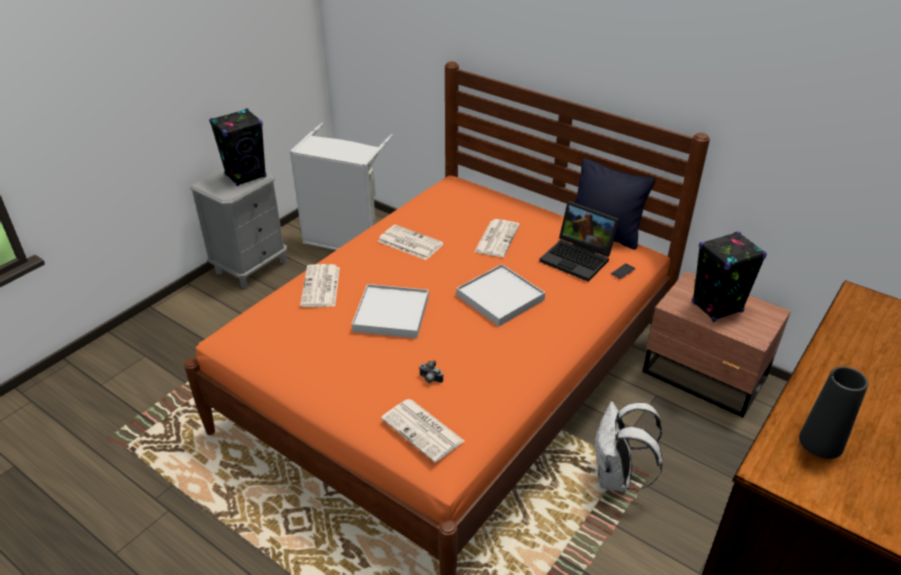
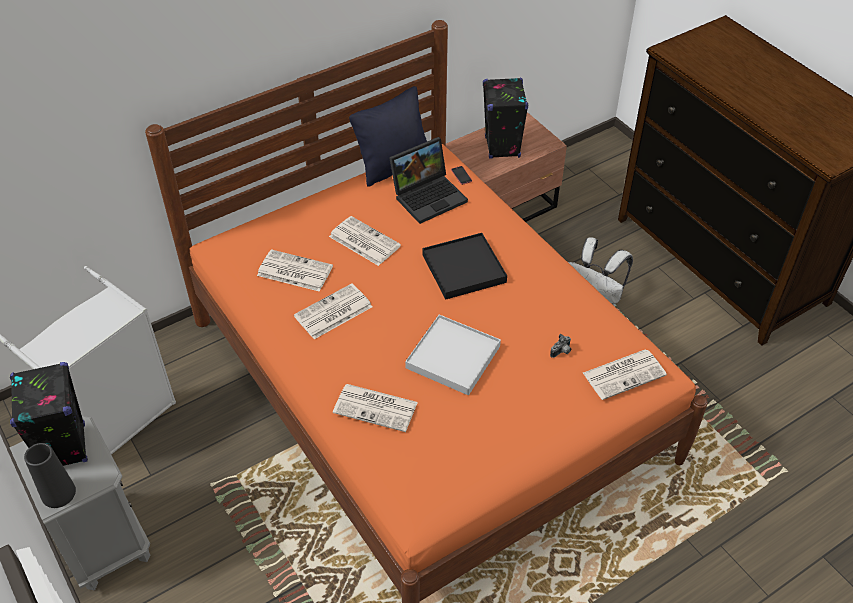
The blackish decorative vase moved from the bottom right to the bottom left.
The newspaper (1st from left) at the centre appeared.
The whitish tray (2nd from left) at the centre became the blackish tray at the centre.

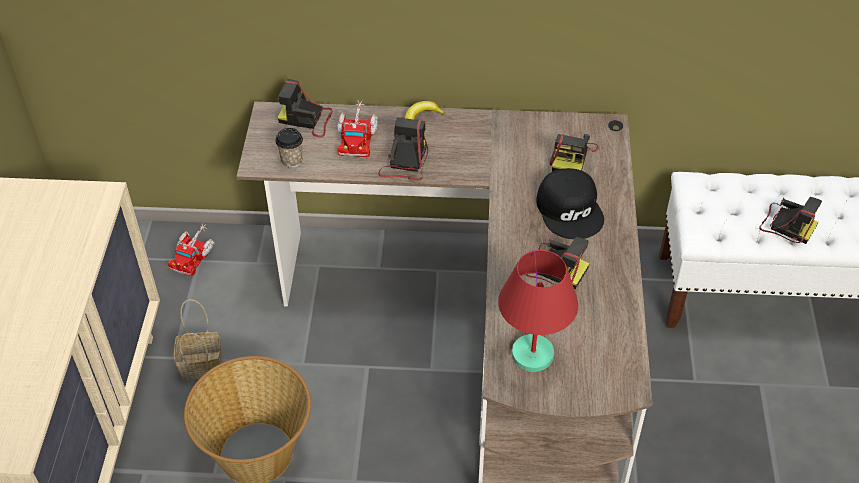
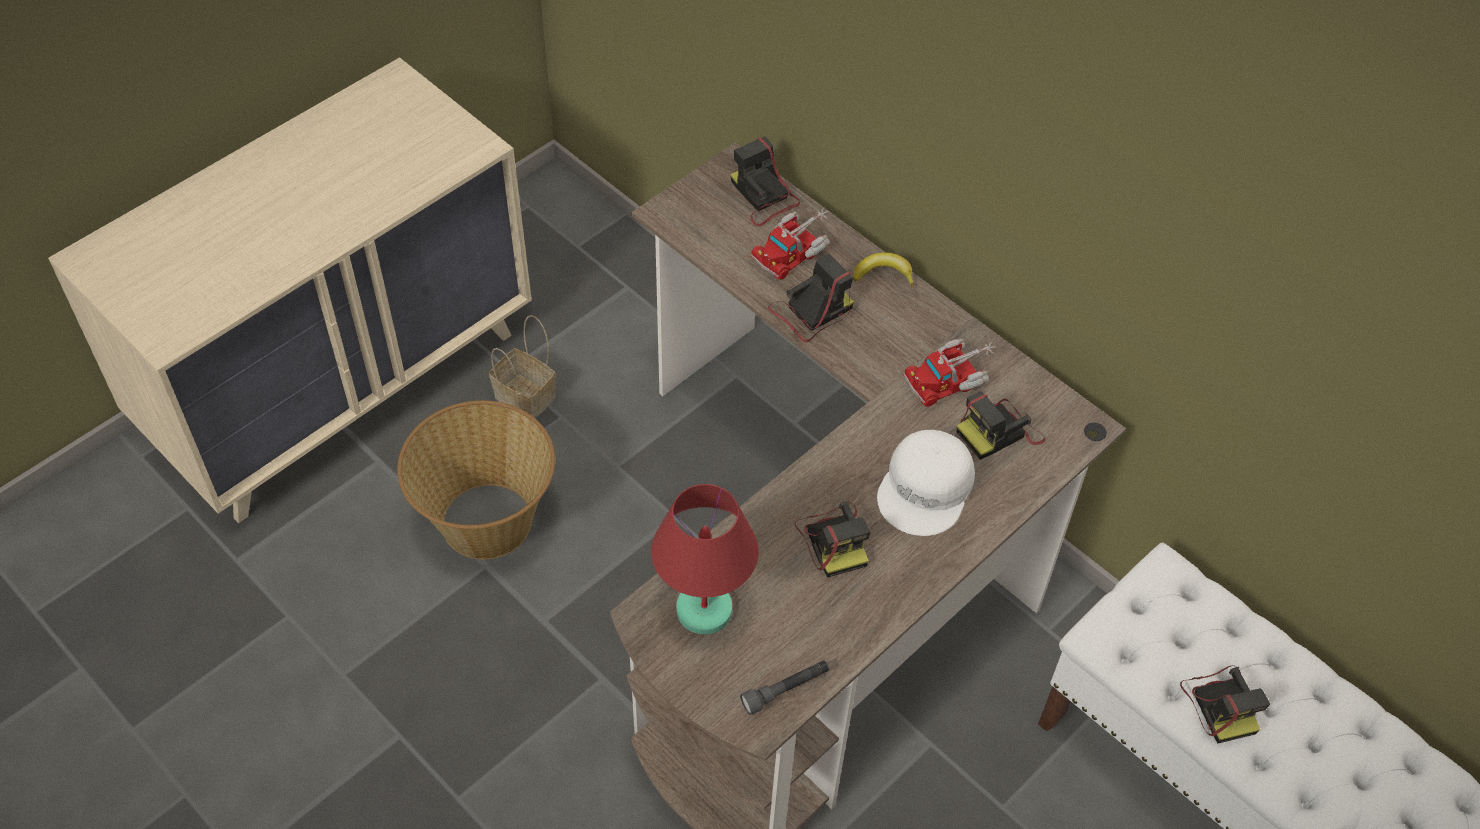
The grey torch at the bottom centre appeared.
The blackish peaked cap at the centre became the whitish peaked cap at the centre.
The toy lorry (1st from left in the first image) moved from the middle left to the centre.
The drinking cup at the top centre disappeared.

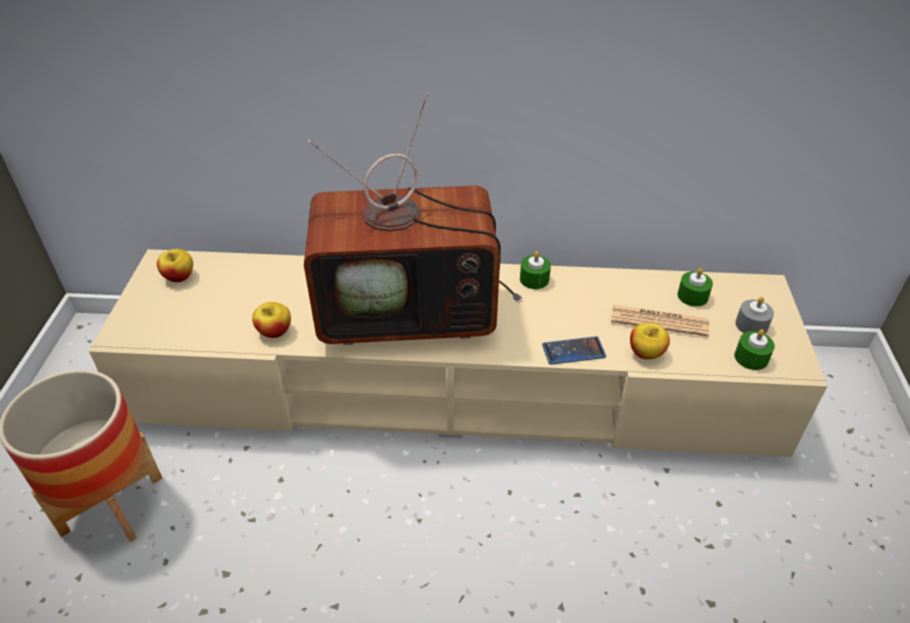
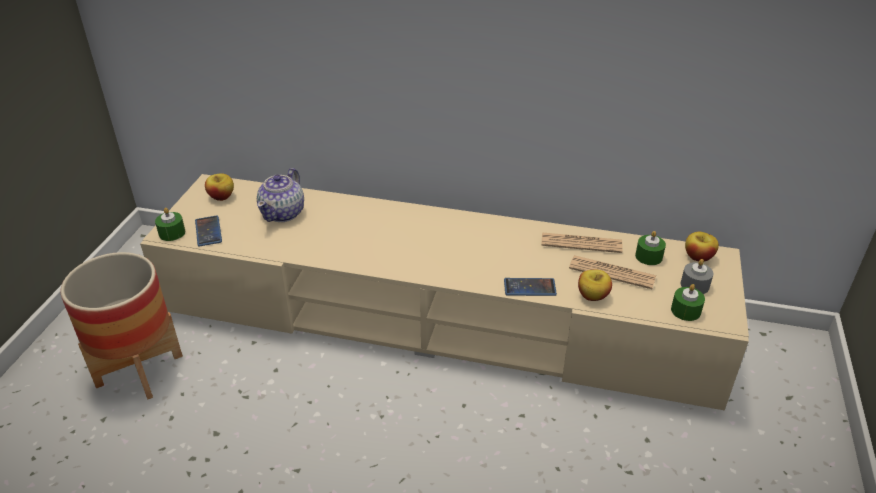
The greenish candle (1st from left) moved from the centre to the middle left.
The phone (1st from left) at the middle left appeared.
The pot for tea at the middle left appeared.
The newspaper (1st from left) at the centre appeared.
The apple fruit (2nd from left in the first image) moved from the middle left to the middle right.
The TV at the centre disappeared.

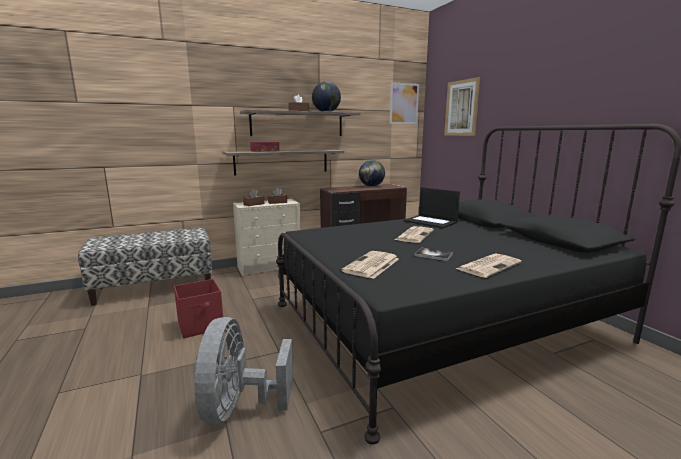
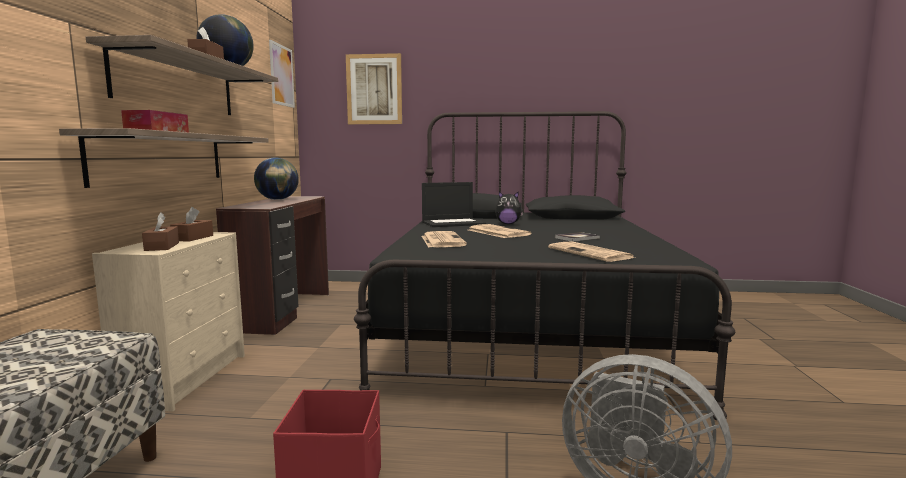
The newspaper (3rd from left in the first image) moved from the middle right to the centre.
The cuddly toy at the centre appeared.

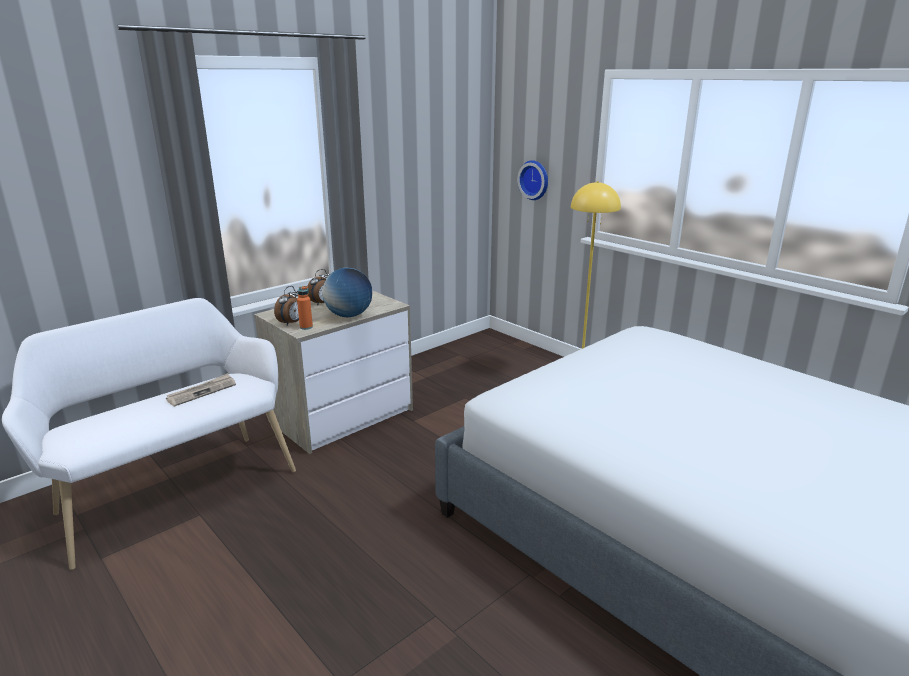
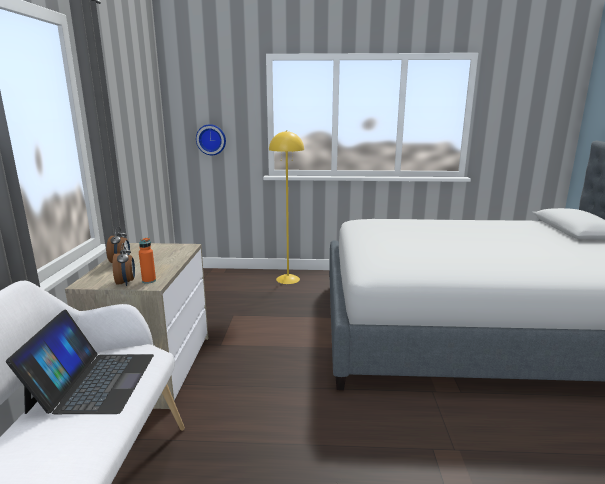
The newspaper at the middle left was replaced by the laptop at the bottom left.
The globe at the centre disappeared.

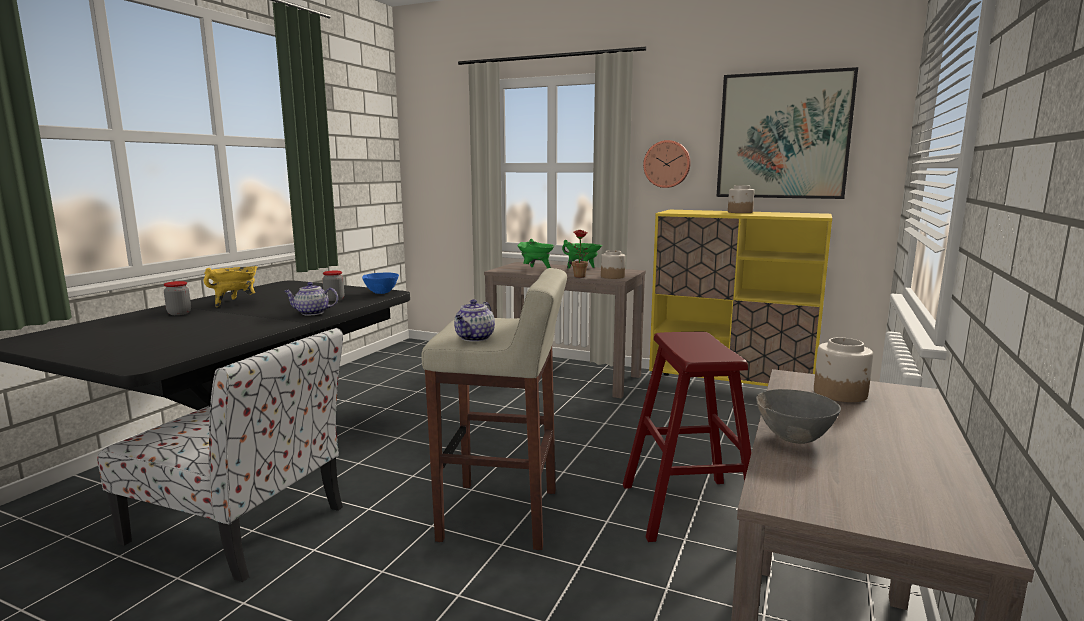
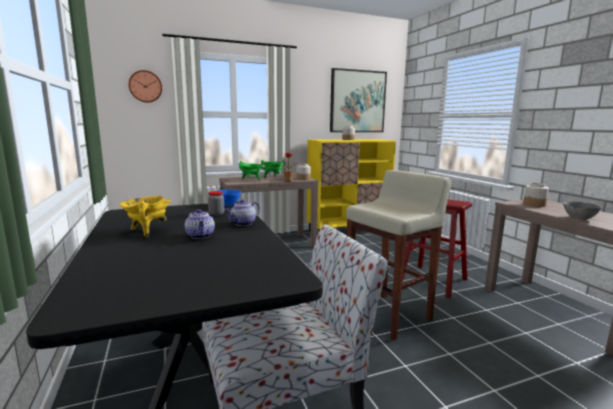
The wall clock moved from the top centre to the top left.
The pot for tea (2nd from left in the first image) moved from the centre to the middle left.
The jar (1st from left) at the middle left disappeared.

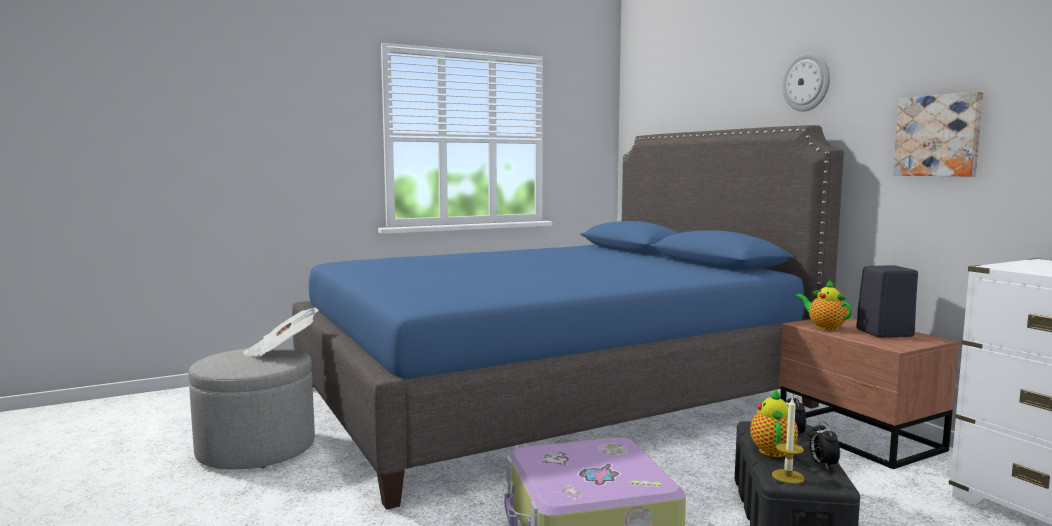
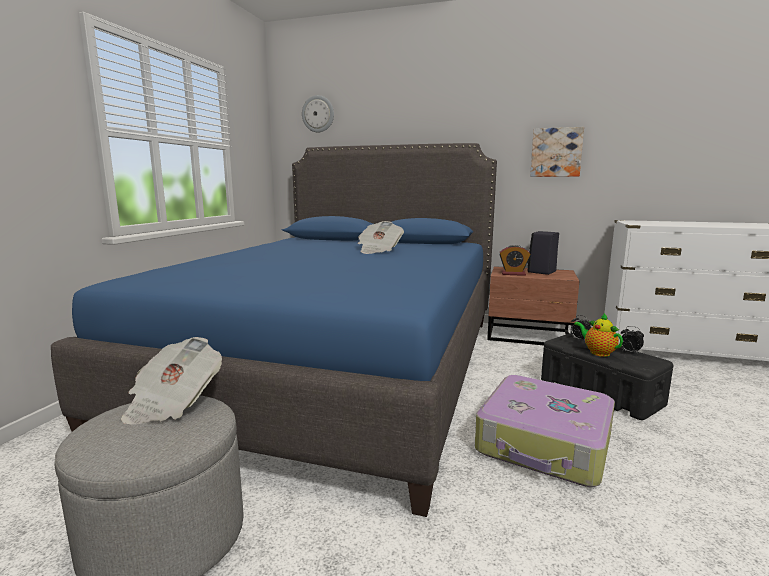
The wall clock moved from the top right to the top centre.
The newspaper (2nd from left) at the centre appeared.
The pot for tea (2nd from left) at the middle right was replaced by the table clock (1st from left) at the middle right.
The candle at the bottom right disappeared.

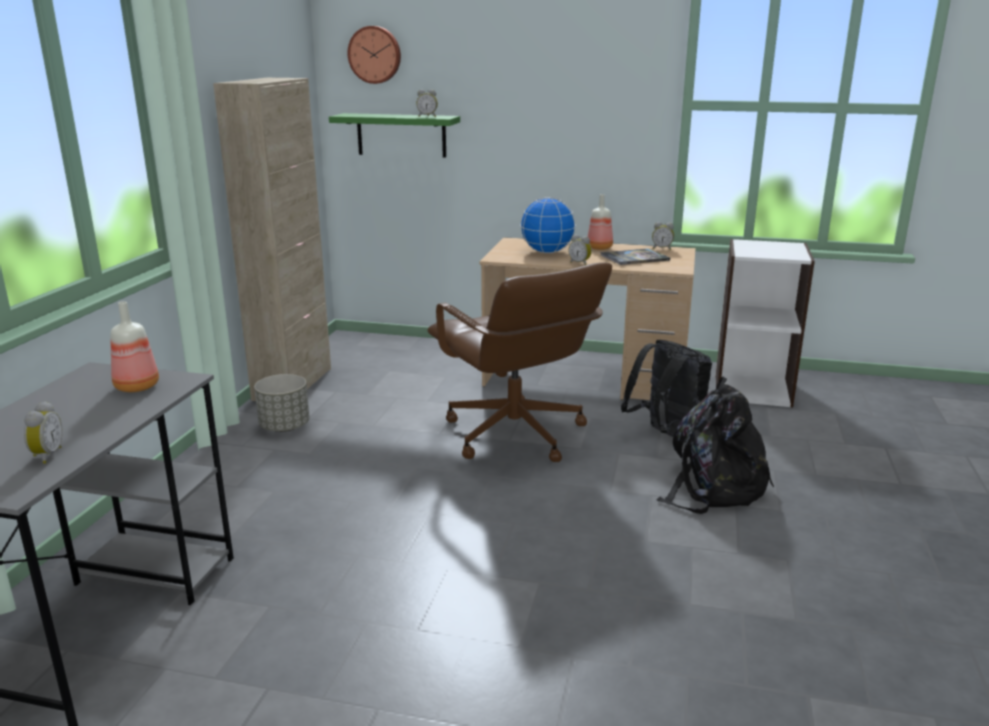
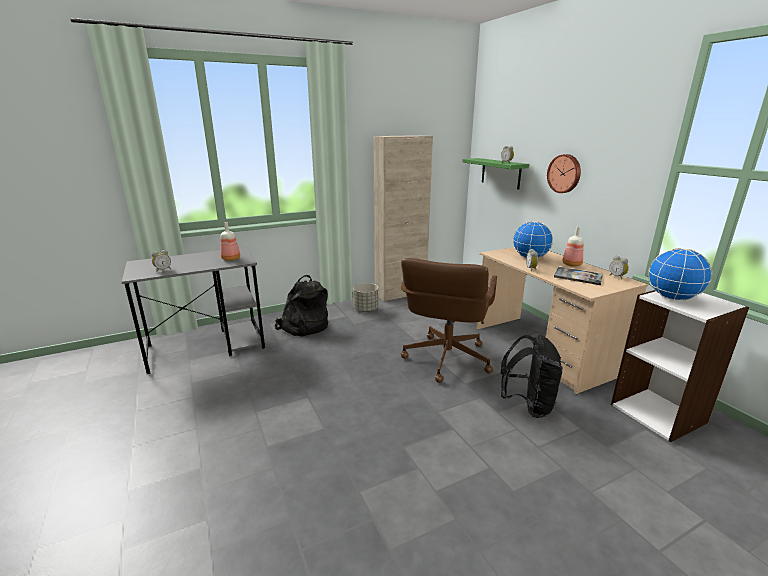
The blackish knapsack (2nd from left in the first image) moved from the middle right to the centre.
The wall clock moved from the top centre to the top right.
The globe (2nd from left) at the middle right appeared.

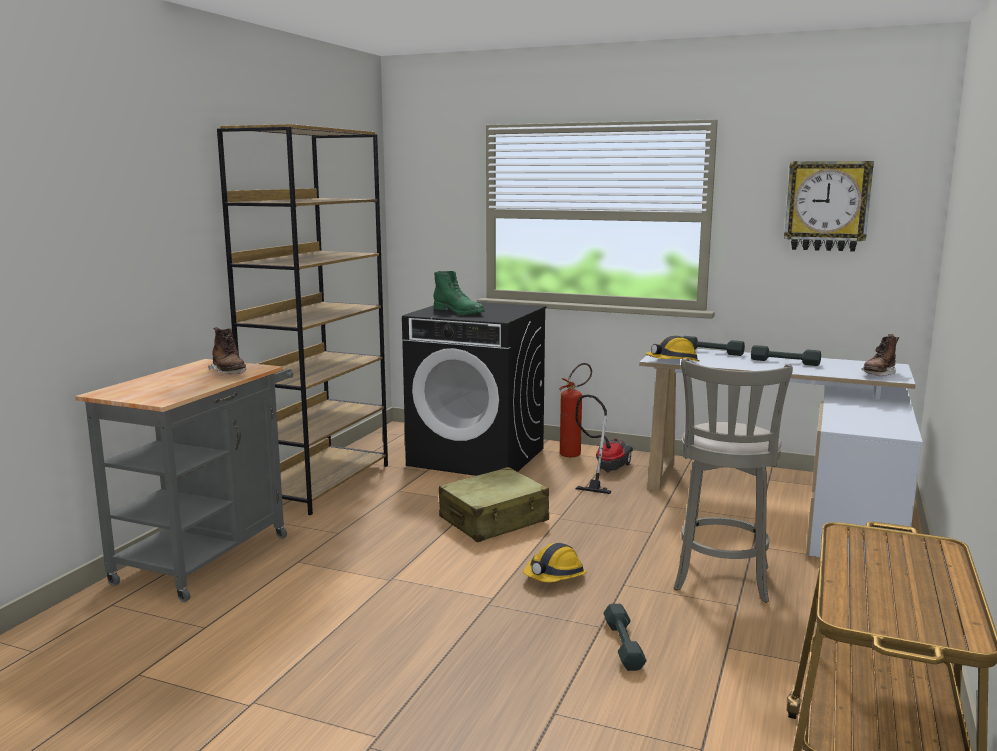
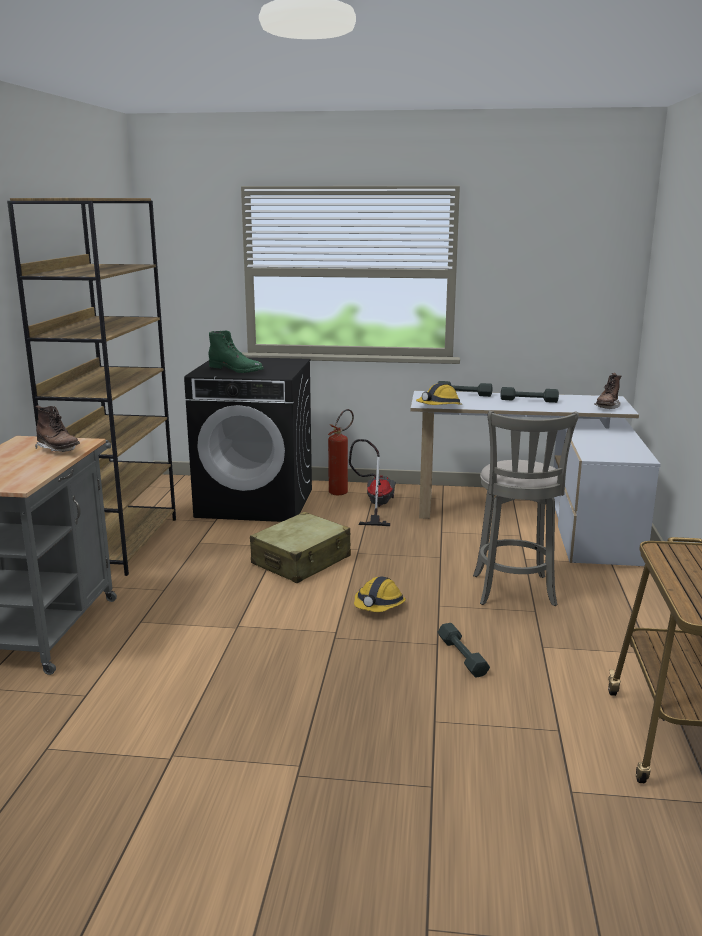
The wall clock at the top right disappeared.

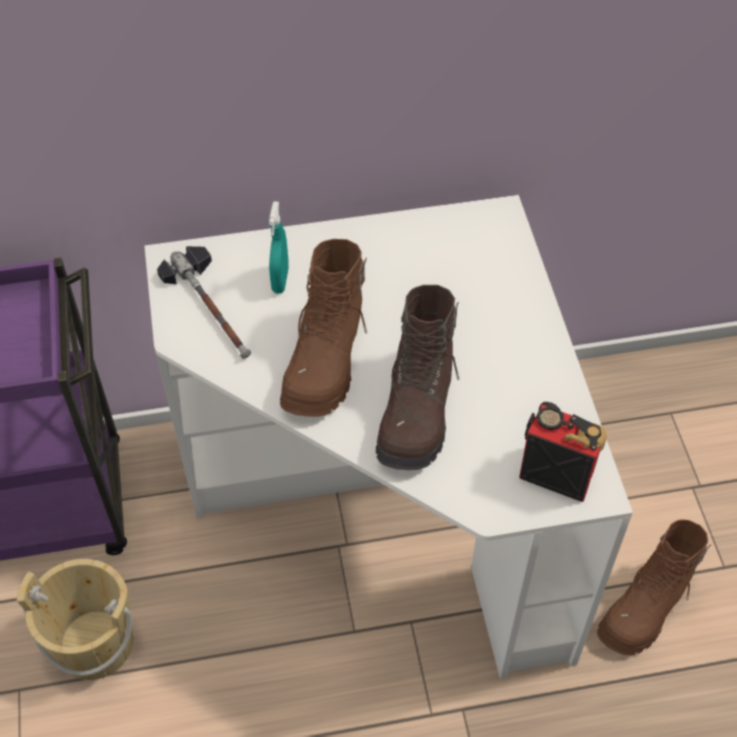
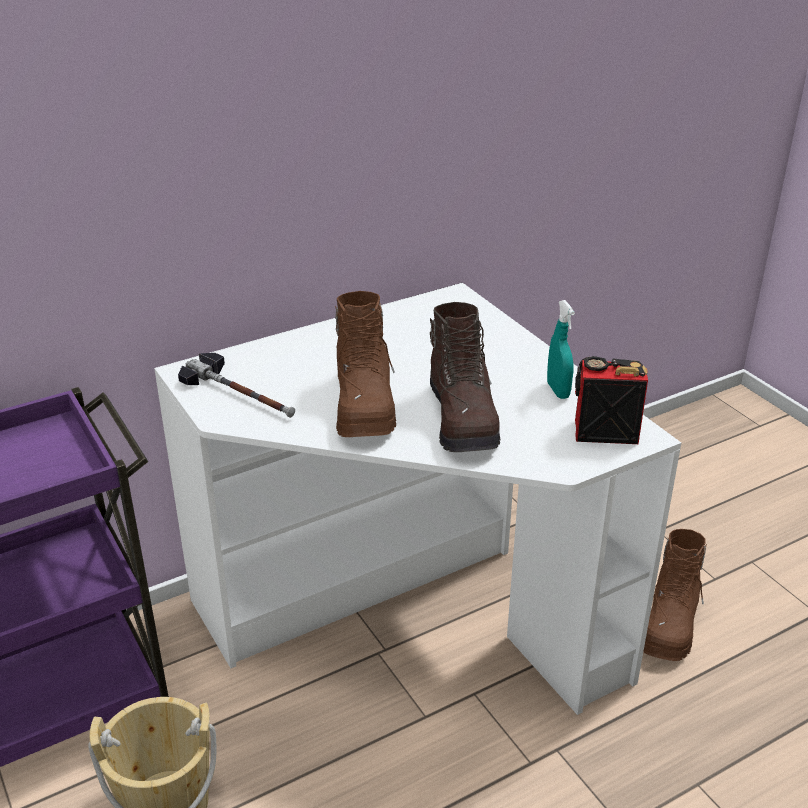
The blue-green spray bottle moved from the centre to the middle right.

